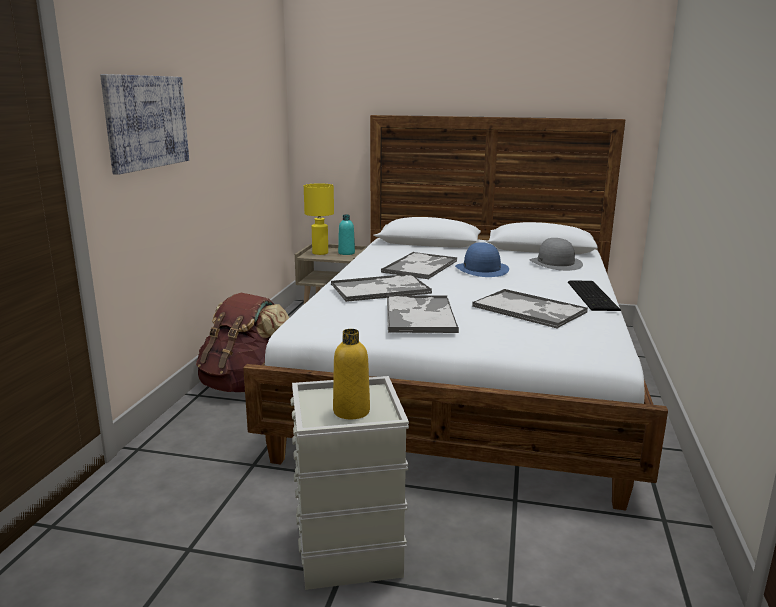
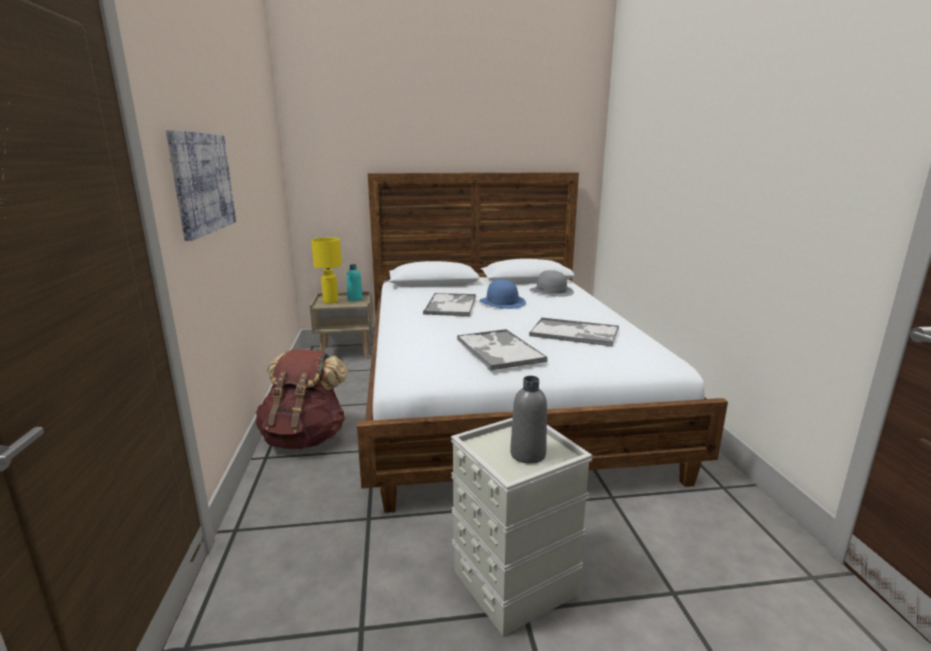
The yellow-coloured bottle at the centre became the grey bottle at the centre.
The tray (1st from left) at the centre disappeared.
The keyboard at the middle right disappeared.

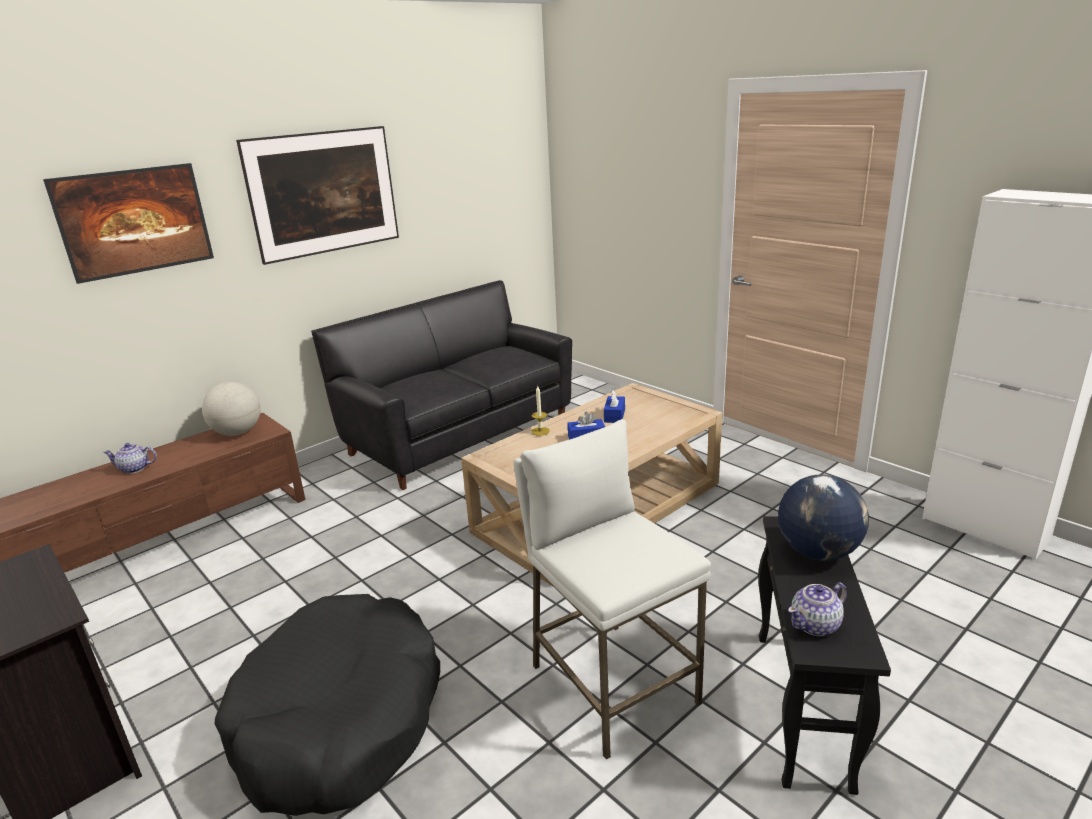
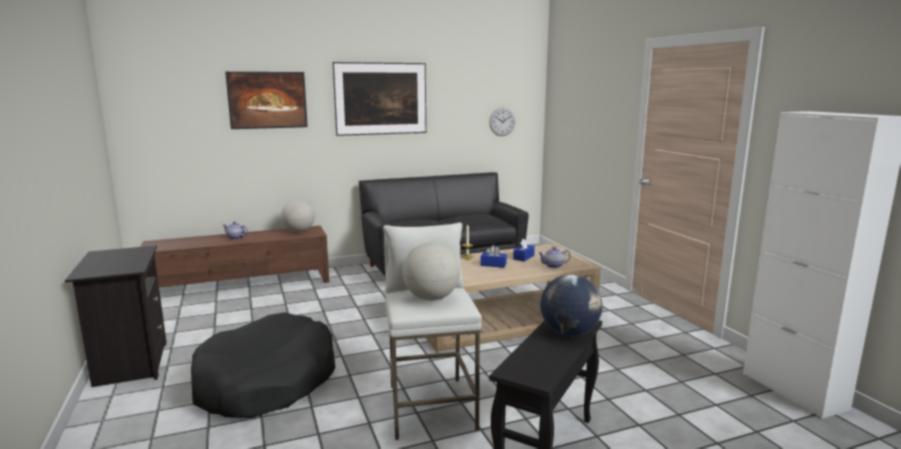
The globe (2nd from left) at the centre appeared.
The wall clock at the top centre appeared.
The pot for tea (2nd from left) moved from the bottom right to the centre.

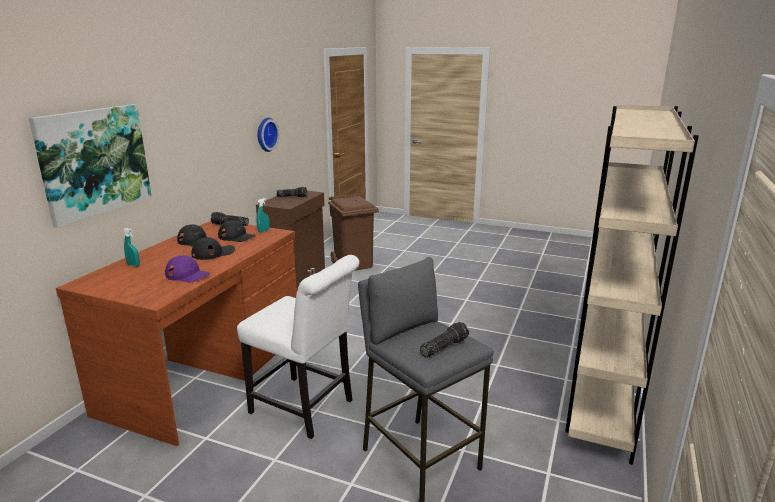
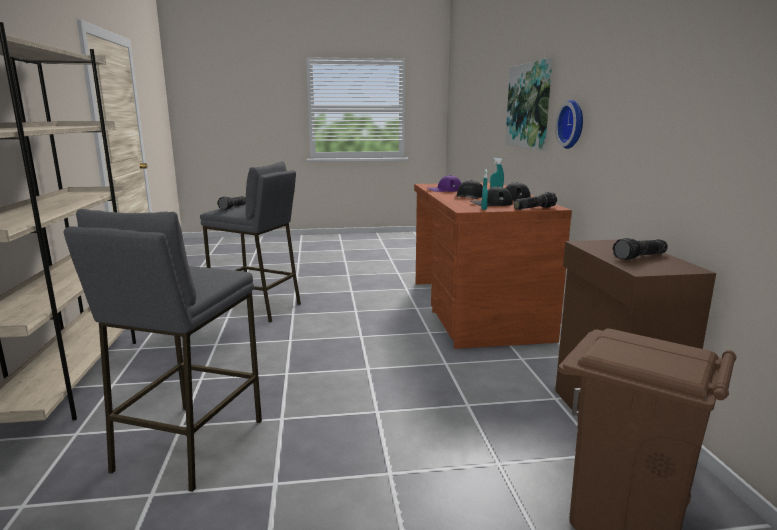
The grey stool seat (1st from left) at the middle left appeared.
The wall clock moved from the top centre to the top right.
The whitish plain chair at the bottom centre disappeared.

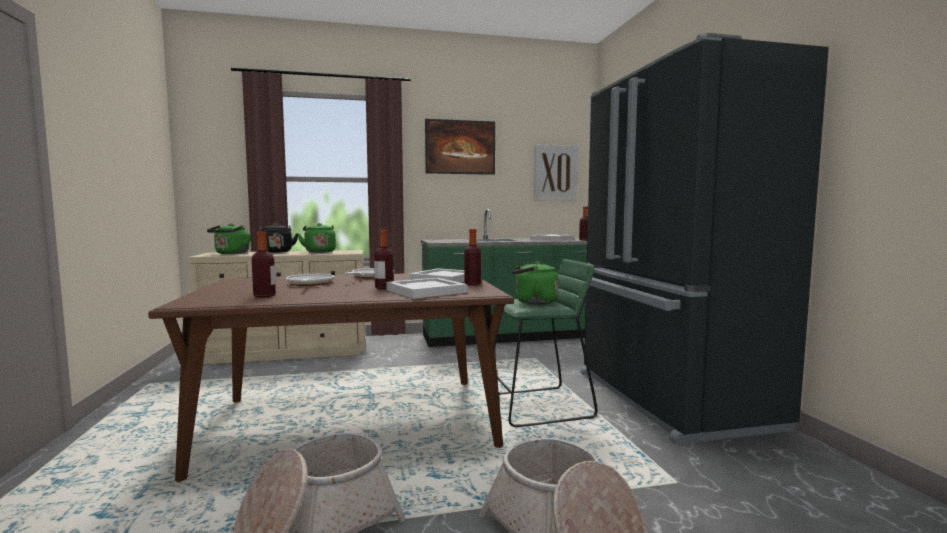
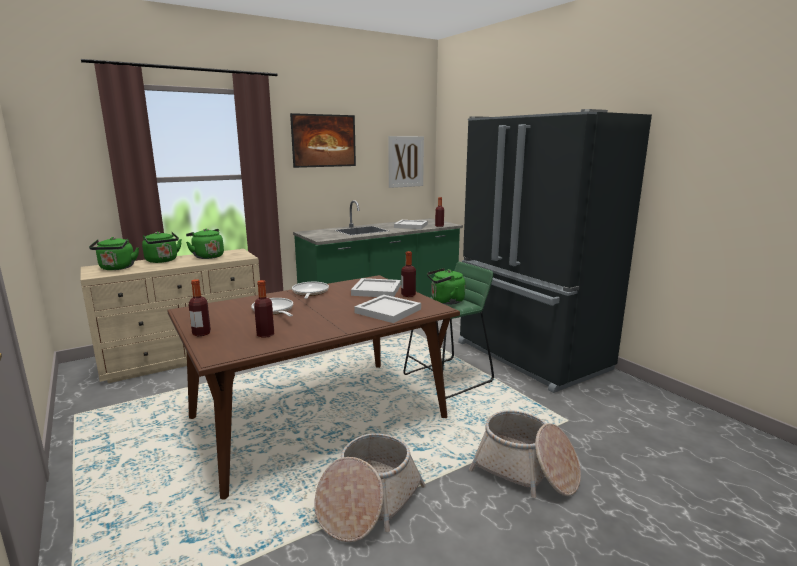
The blackish water kettle at the middle left became the greenish water kettle (2nd from left) at the middle left.
The bottle (2nd from left in the first image) moved from the centre to the middle left.

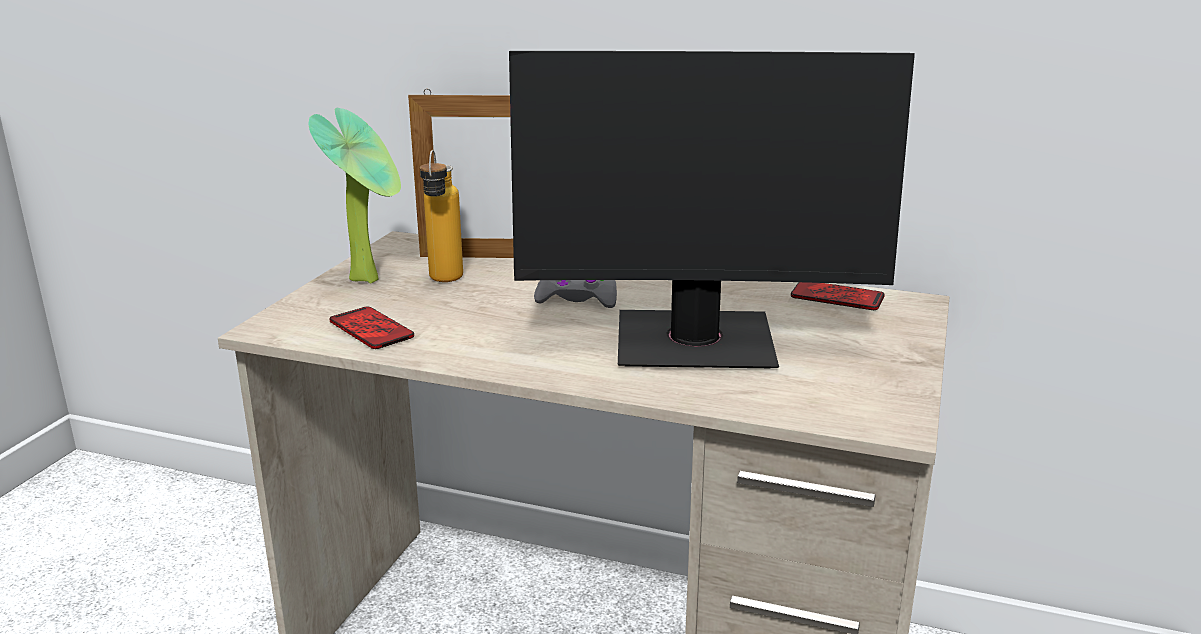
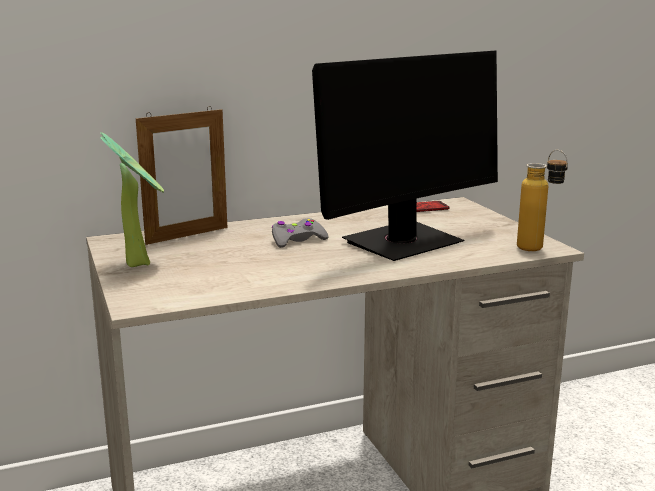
The bottle moved from the centre to the middle right.
The phone (1st from left) at the middle left disappeared.

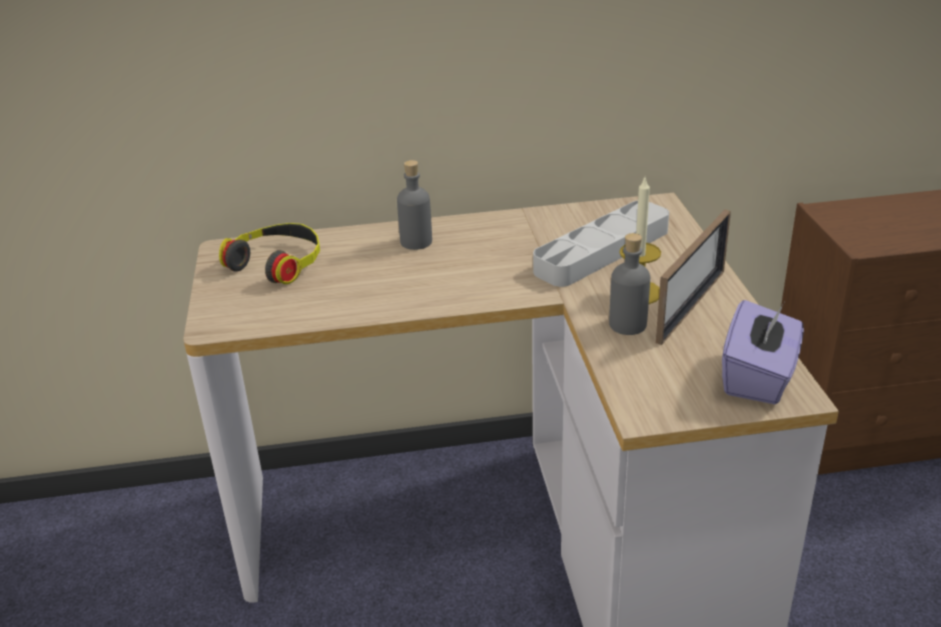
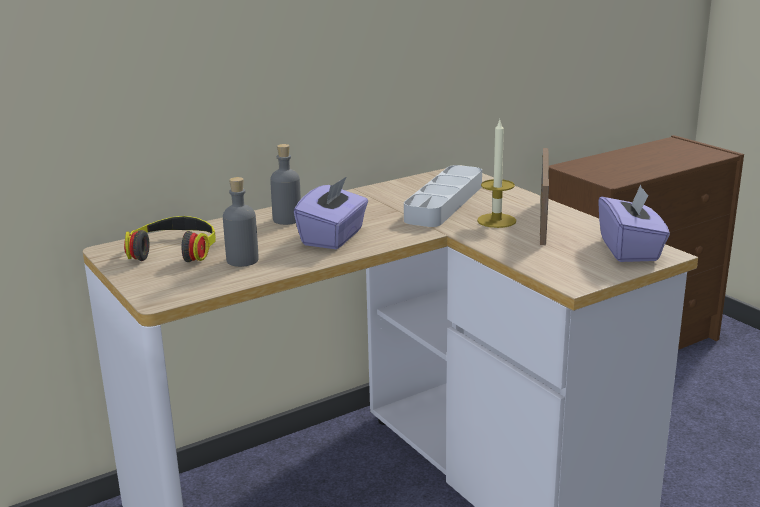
The grey bottle (2nd from left in the first image) moved from the middle right to the middle left.
The purple tissue holder (1st from left) at the centre appeared.

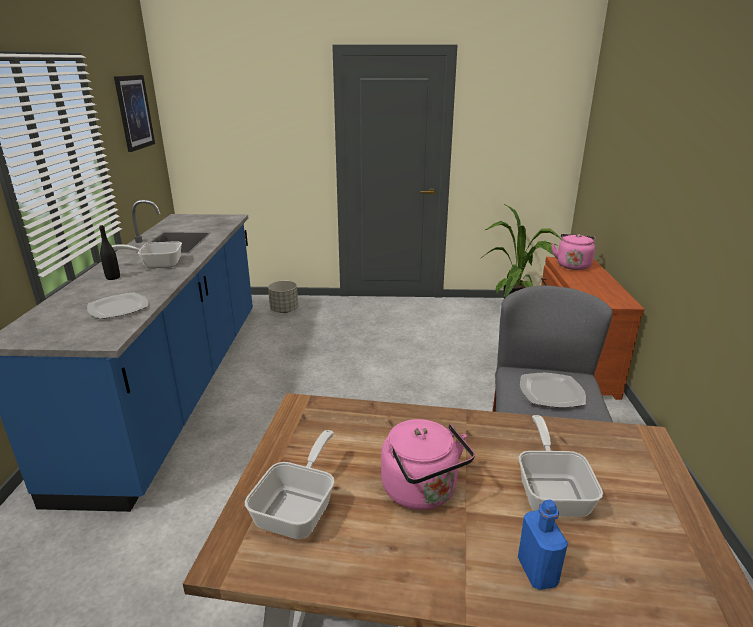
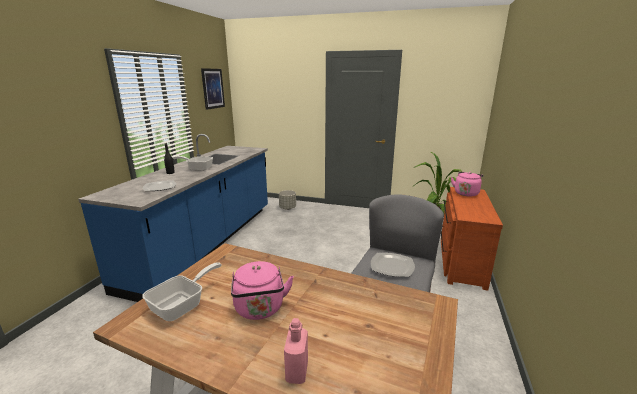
The blue bottle at the bottom right became the pinkish bottle at the bottom centre.
The frying pan (3rd from left) at the bottom right disappeared.

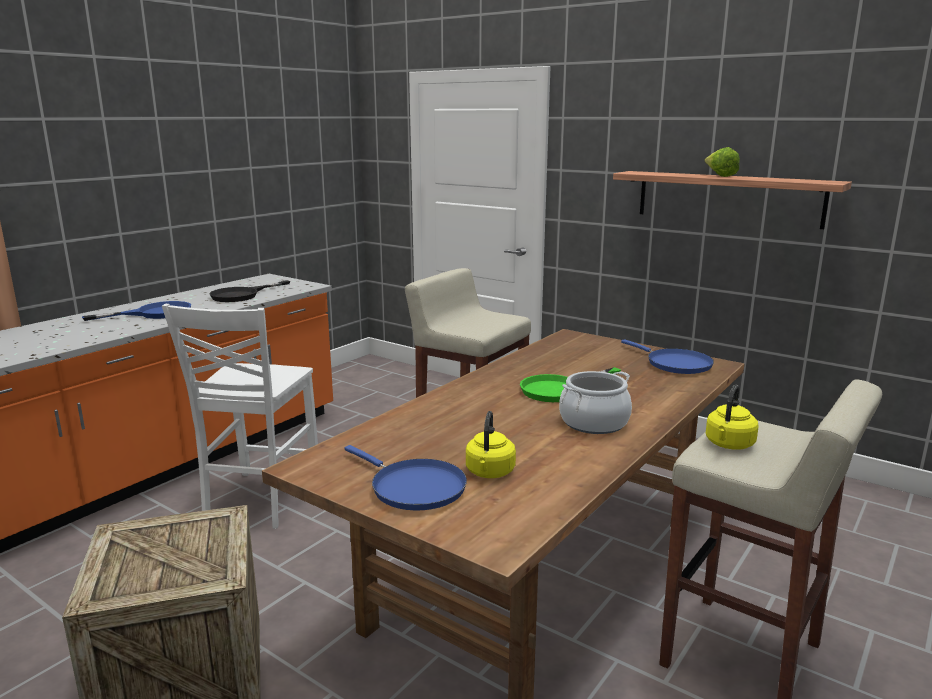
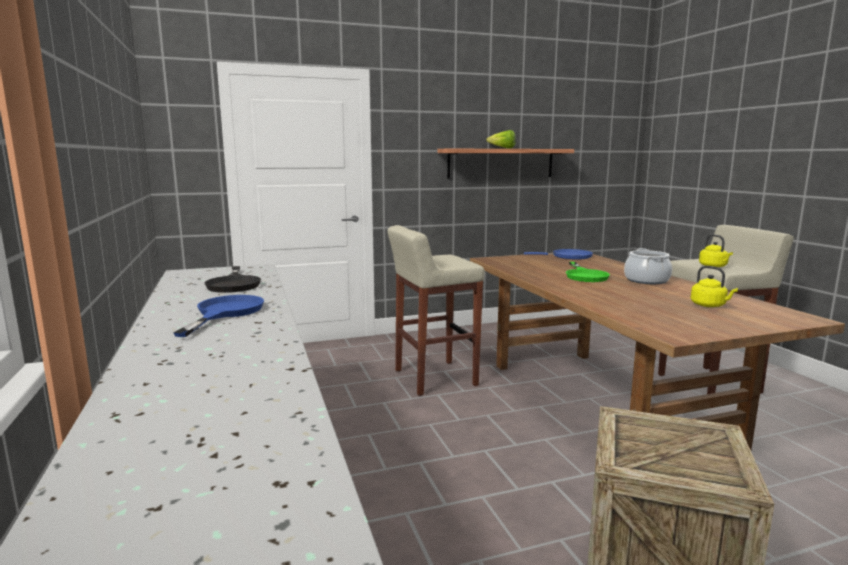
The whitish plain chair at the middle left disappeared.
The blue frying pan (2nd from left) at the bottom centre disappeared.

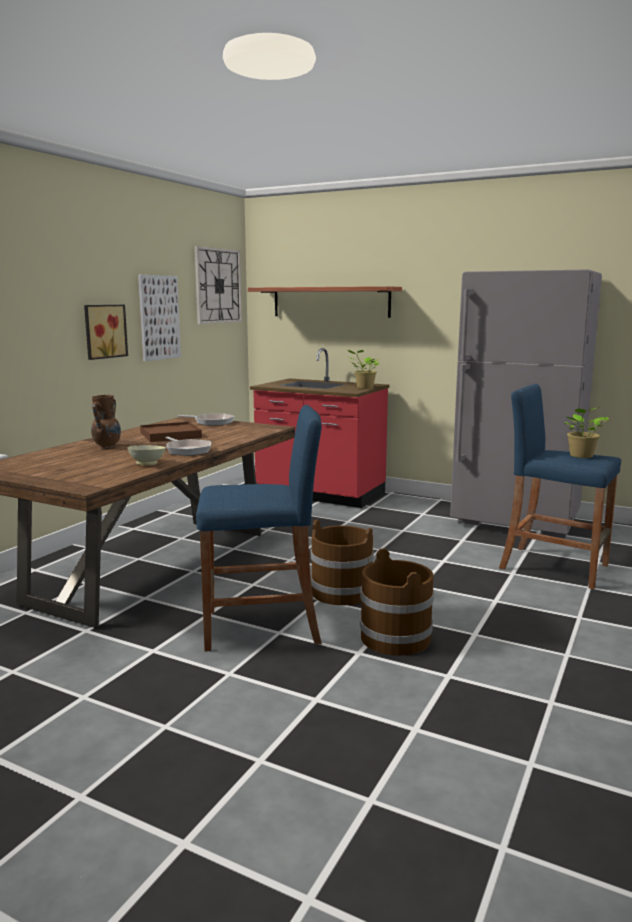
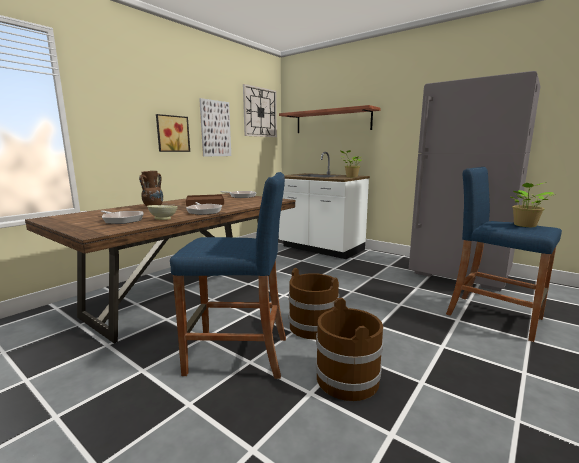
The frying pan (1st from left) at the middle left appeared.
The reddish counter at the centre became the whitish counter at the centre.

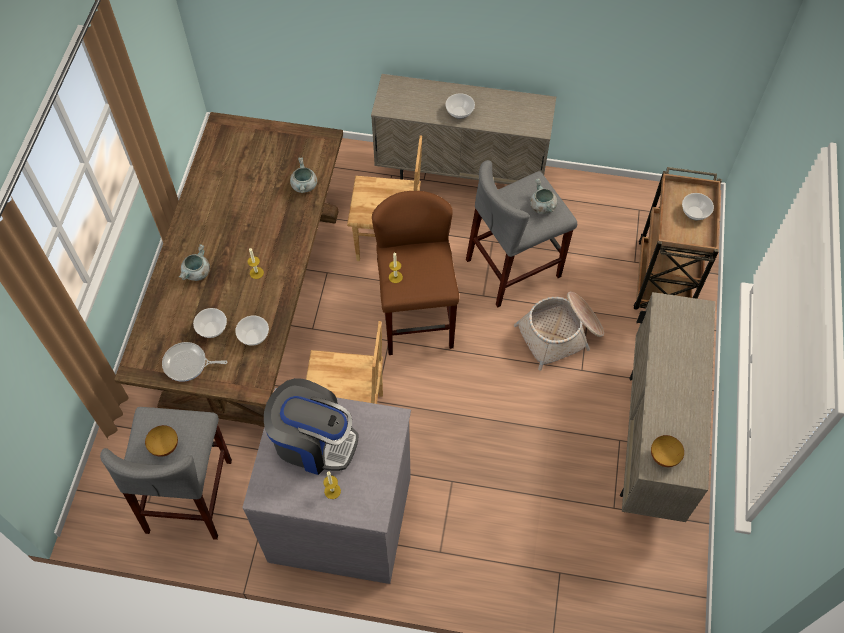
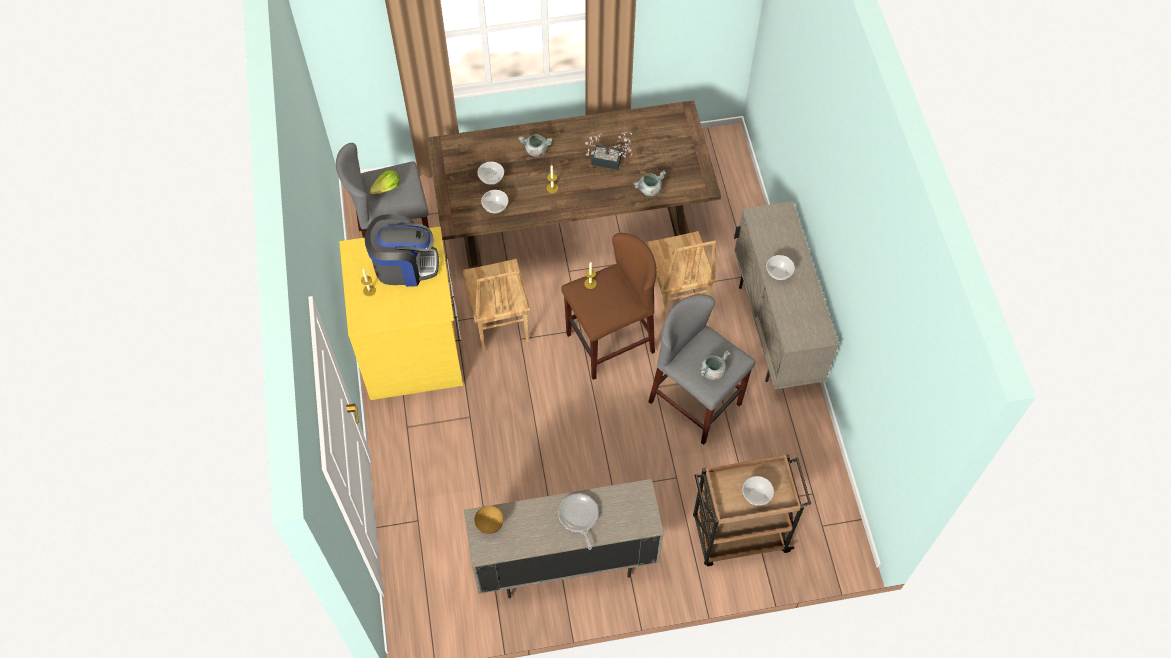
The grey chest of drawers at the bottom centre became the yellow-coloured chest of drawers at the centre.
The coffee maker at the bottom centre turned 90 degrees counterclockwise.
The serving bowl (1st from left) at the bottom left was replaced by the head of lettuce at the top left.
The frying pan moved from the middle left to the bottom centre.
The potted plant at the top centre appeared.
The basket at the centre disappeared.

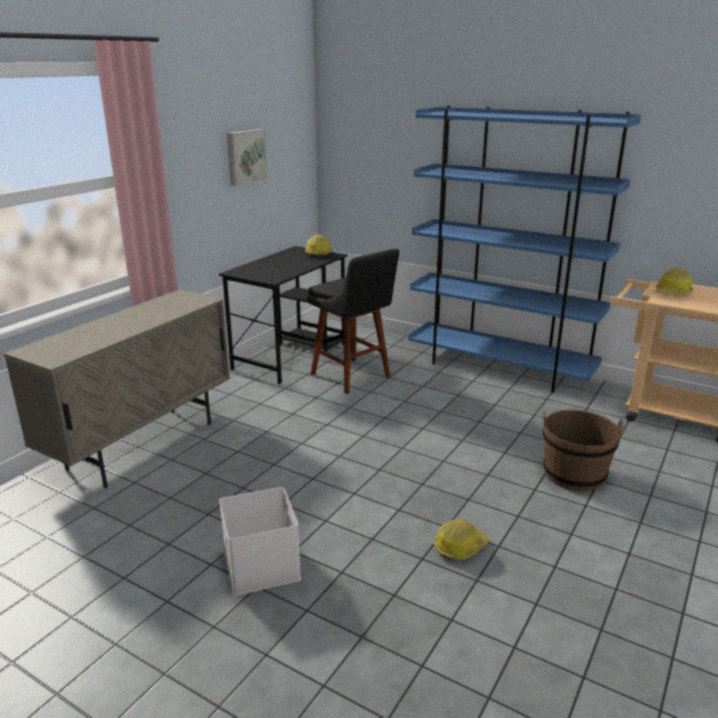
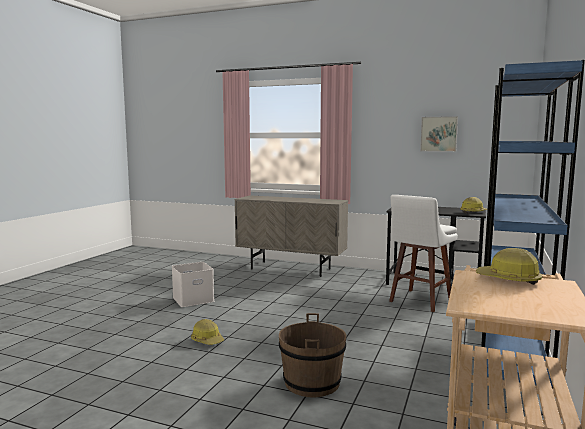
The blackish stool seat at the centre became the whitish stool seat at the middle right.

